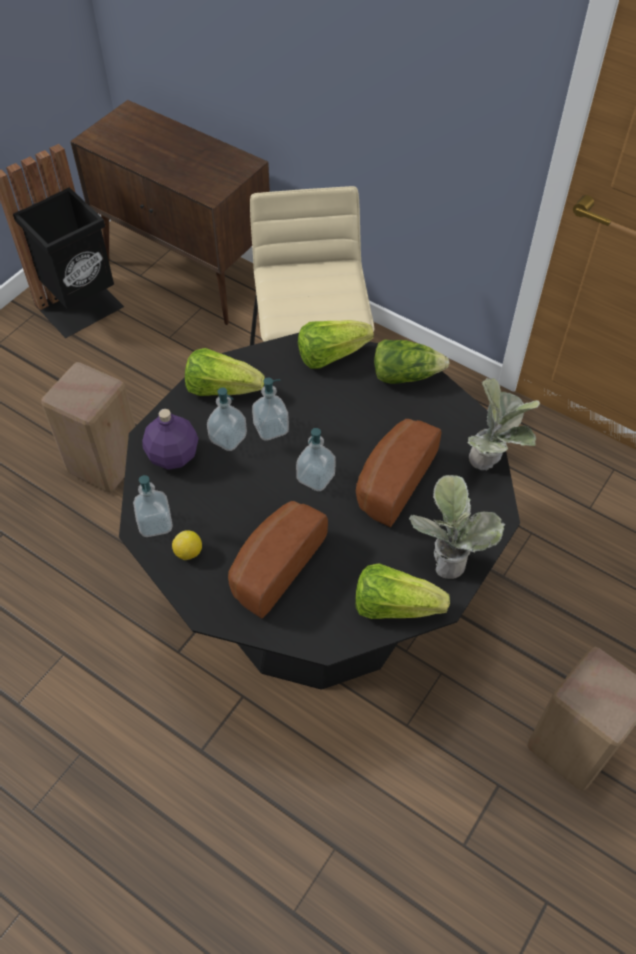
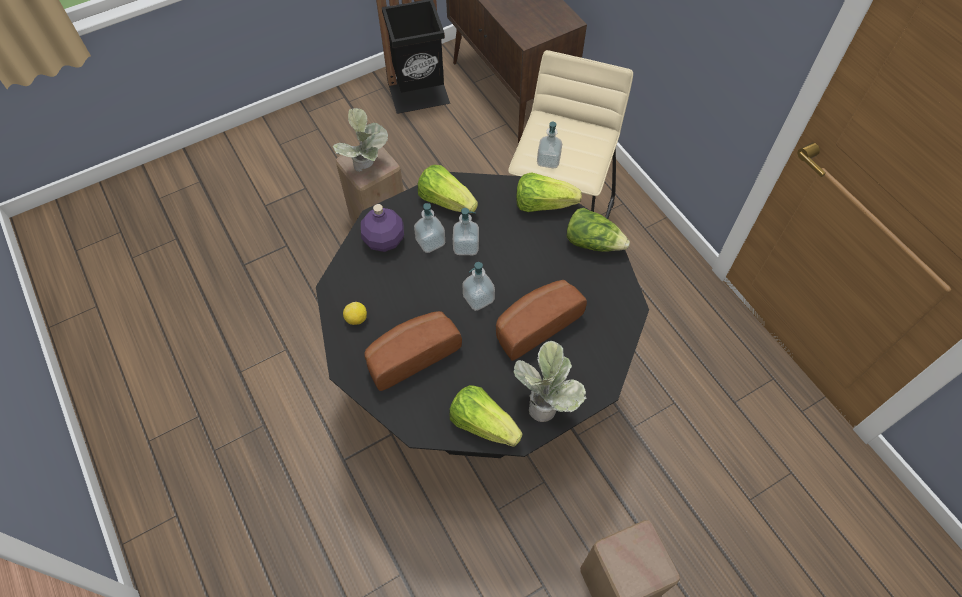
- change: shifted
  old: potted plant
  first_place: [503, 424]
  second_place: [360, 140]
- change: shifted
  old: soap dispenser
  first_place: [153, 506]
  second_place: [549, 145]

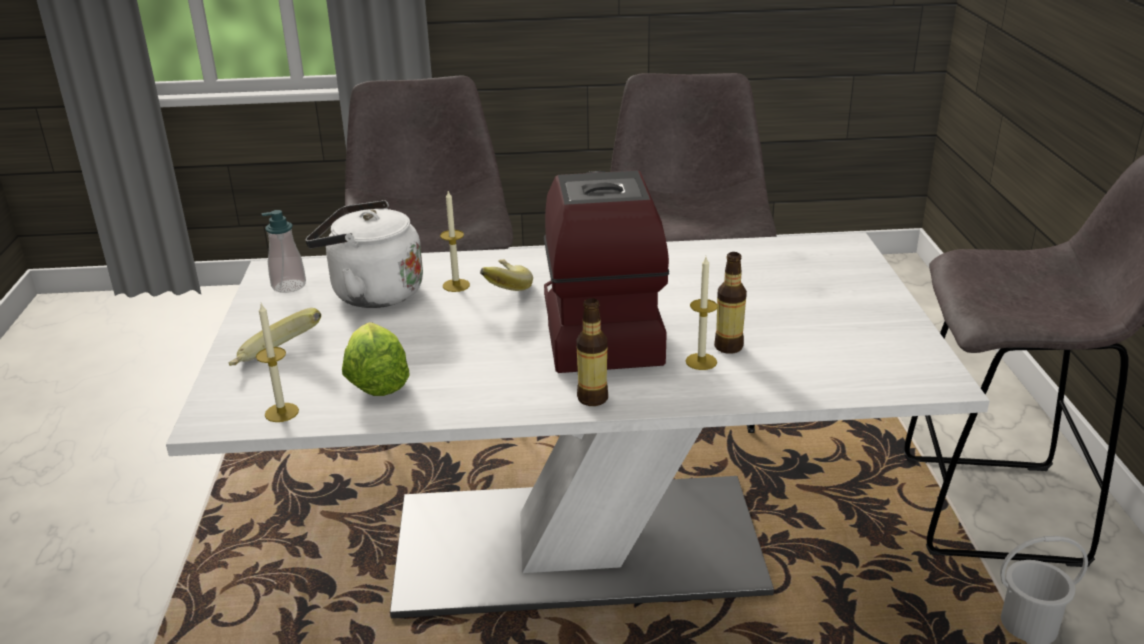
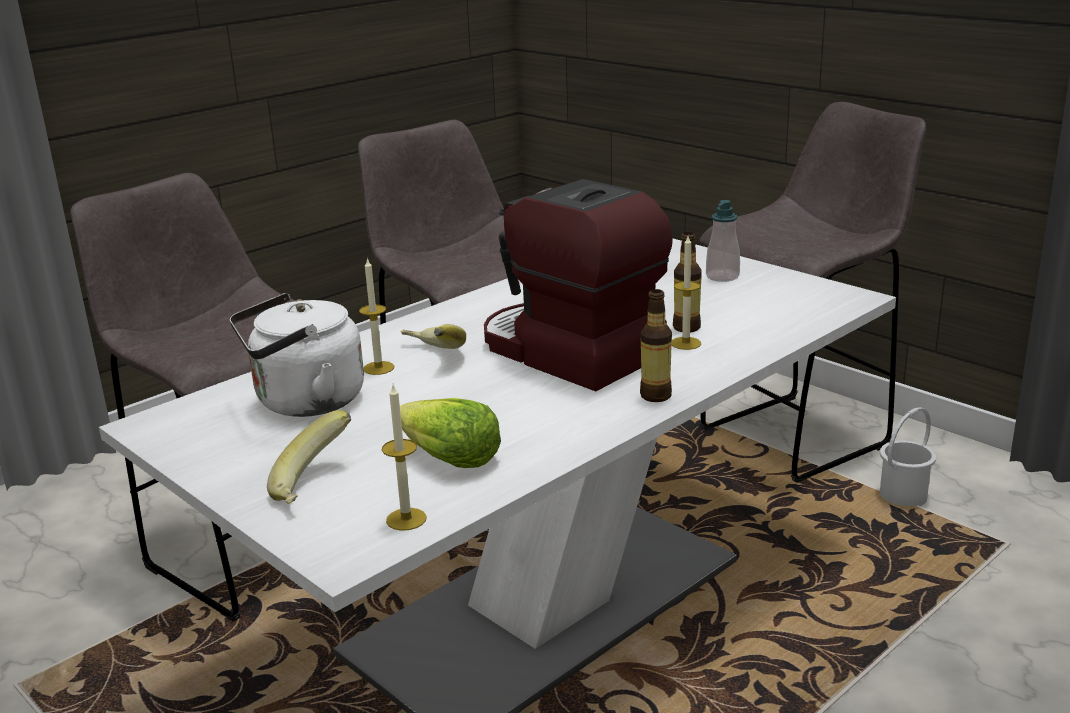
- change: shifted
  old: soap dispenser
  first_place: [284, 251]
  second_place: [723, 241]

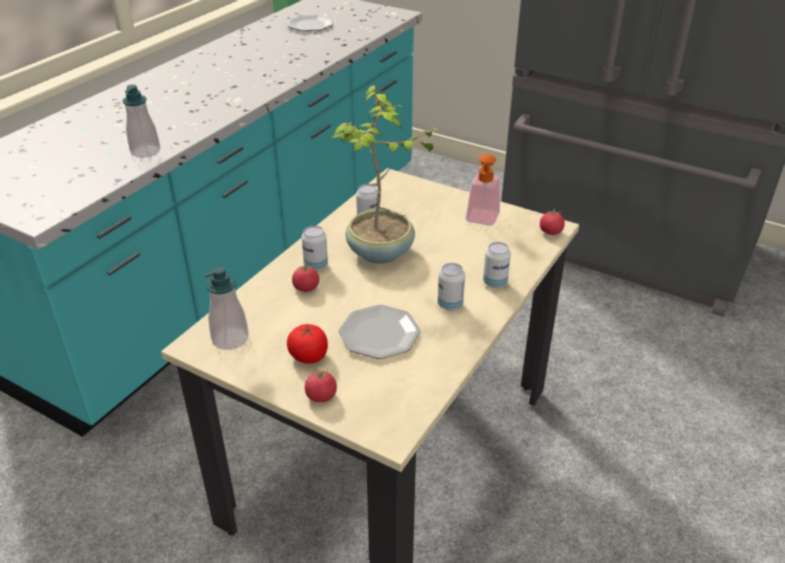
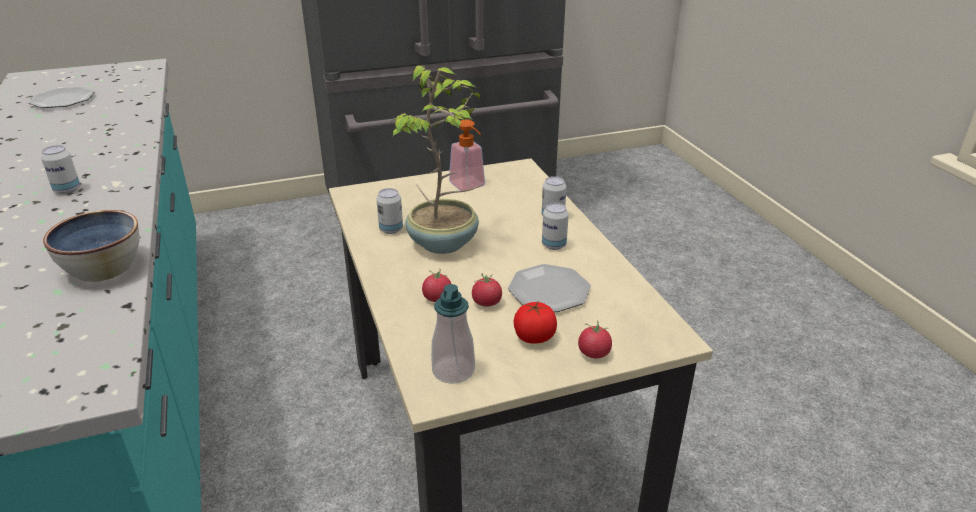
- change: shifted
  old: can
  first_place: [315, 248]
  second_place: [60, 169]
- change: swapped
  old: soap dispenser
  new: bowl
  first_place: [141, 121]
  second_place: [91, 246]
- change: shifted
  old: tomato
  first_place: [552, 221]
  second_place: [487, 290]

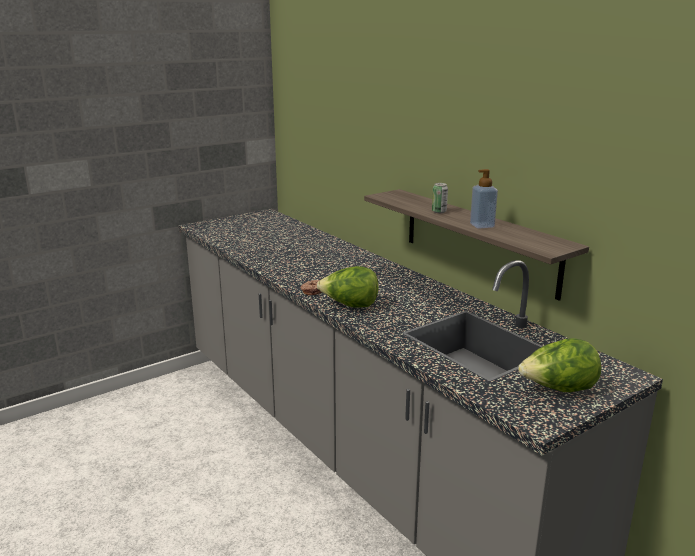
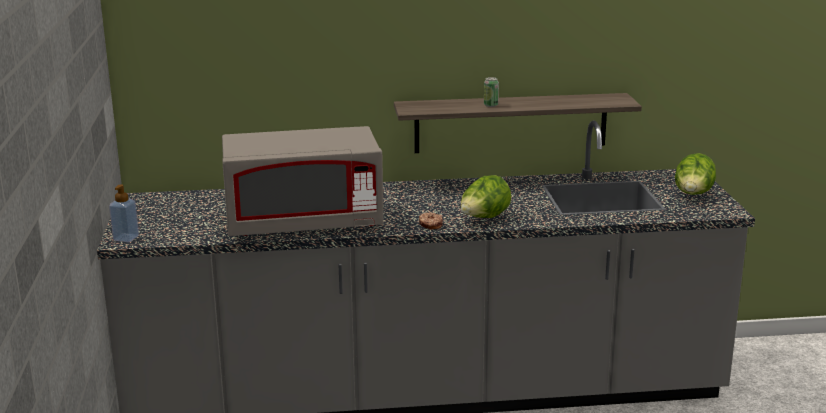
- change: shifted
  old: soap dispenser
  first_place: [484, 199]
  second_place: [124, 213]
- change: new
  new: microwave oven in gray
  second_place: [303, 181]

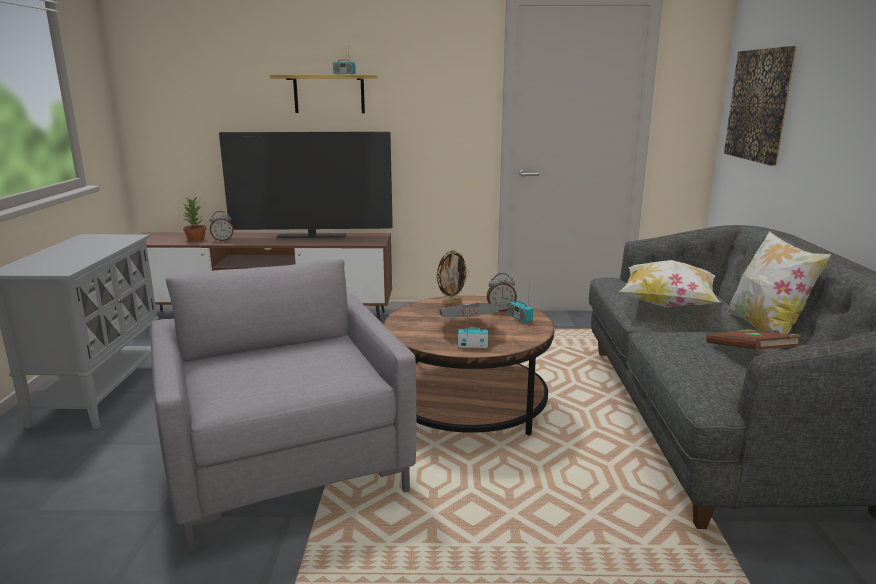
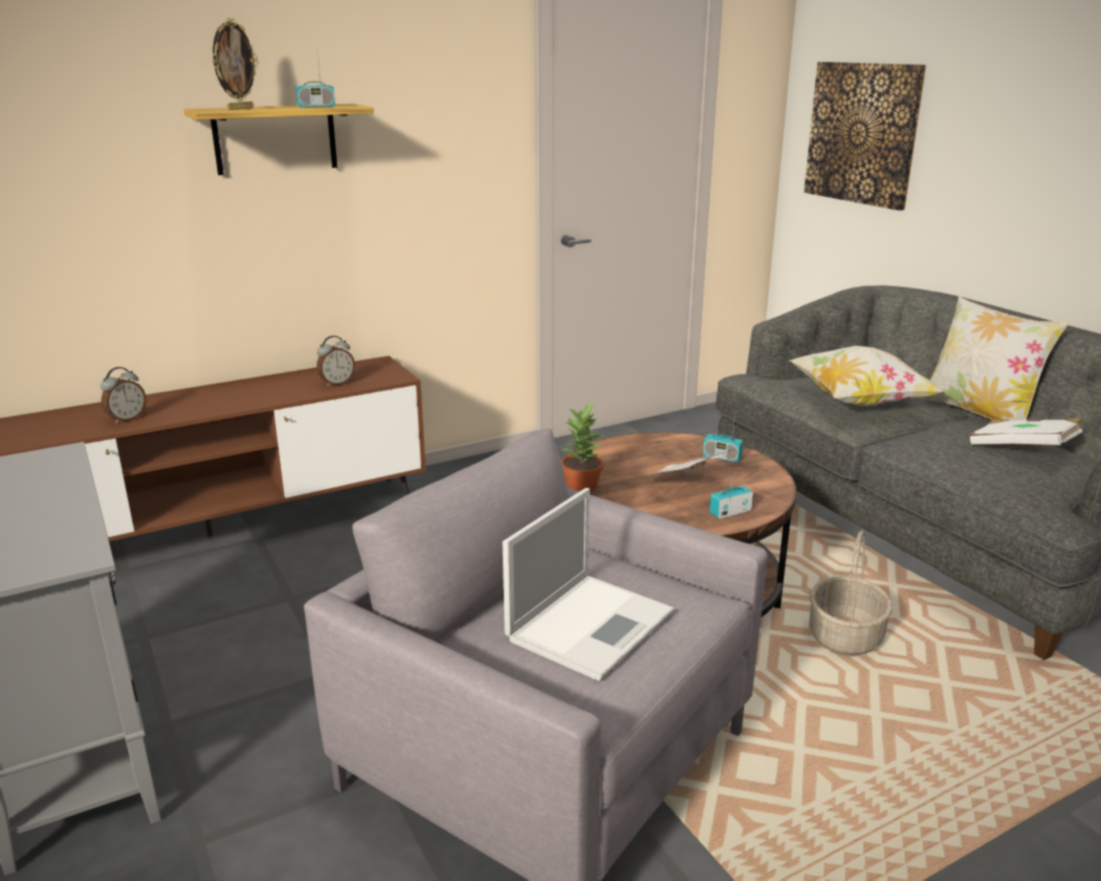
- change: shifted
  old: photo frame
  first_place: [452, 277]
  second_place: [235, 64]
- change: shifted
  old: bedside clock
  first_place: [502, 292]
  second_place: [336, 361]
- change: new
  new: notebook computer
  second_place: [588, 584]
- change: shifted
  old: potted plant
  first_place: [194, 219]
  second_place: [582, 446]
- change: new
  new: household basket
  second_place: [851, 593]
- change: repainted
  old: book in brown-coloured
  new: book in white-coloured
  first_place: [753, 339]
  second_place: [1026, 430]
- change: gone
  old: TV set
  first_place: [306, 185]

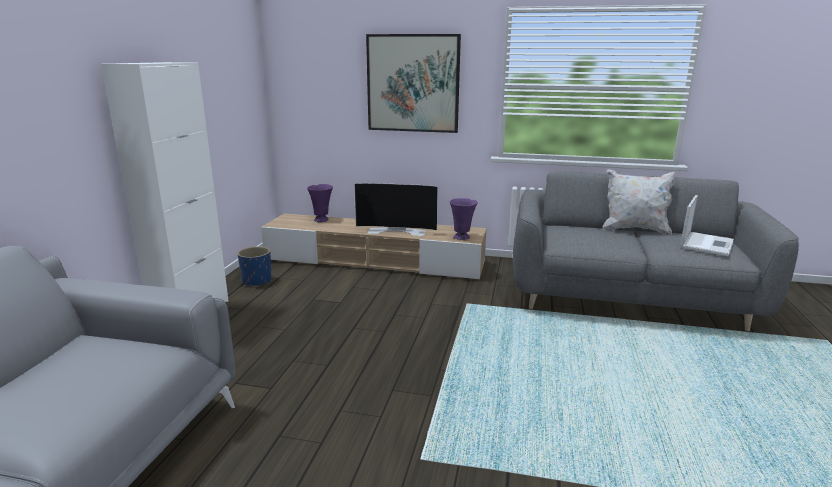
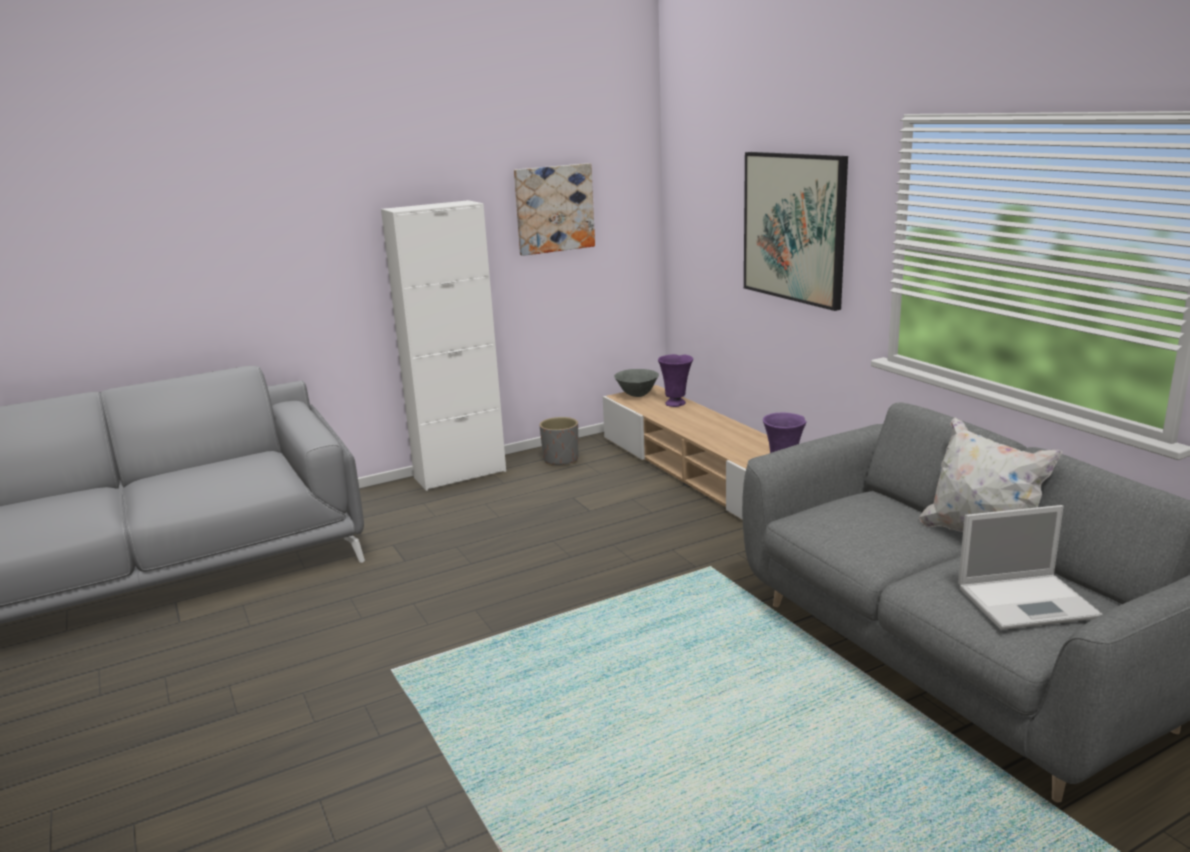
- change: new
  new: wall picture
  second_place: [554, 209]
- change: repainted
  old: plant pot in blue
  new: plant pot in gray
  first_place: [255, 266]
  second_place: [558, 441]
- change: new
  new: bowl in gray
  second_place: [636, 383]
- change: gone
  old: TV set
  first_place: [396, 209]

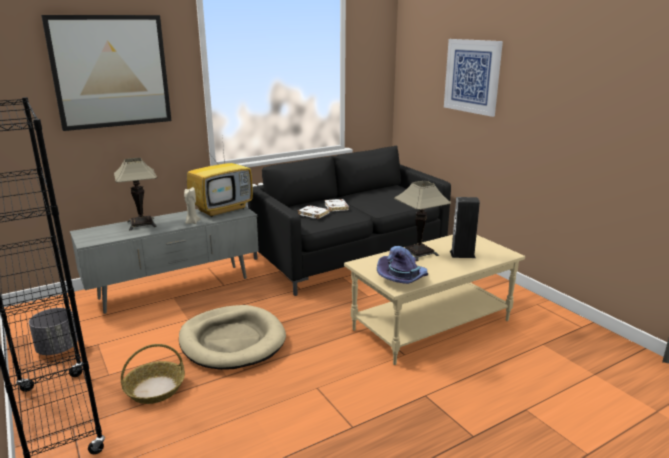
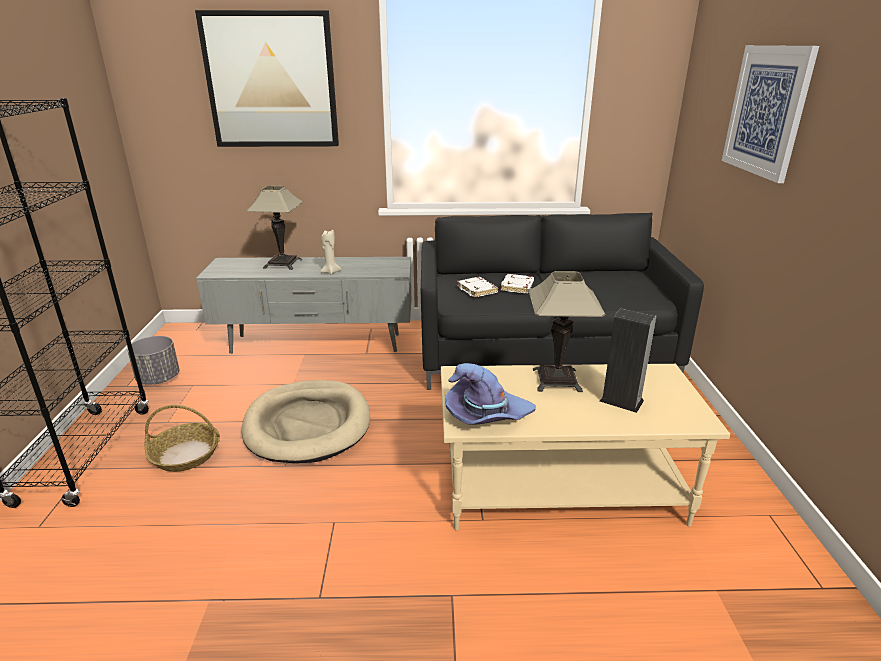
- change: gone
  old: TV set
  first_place: [220, 176]

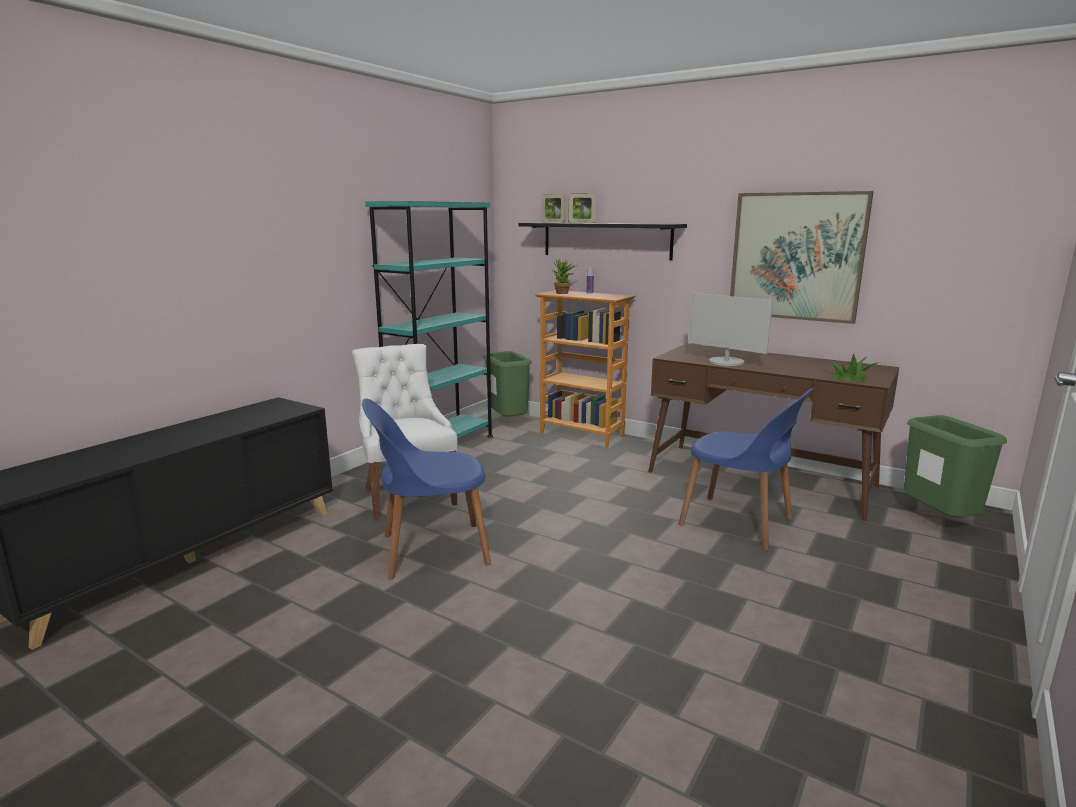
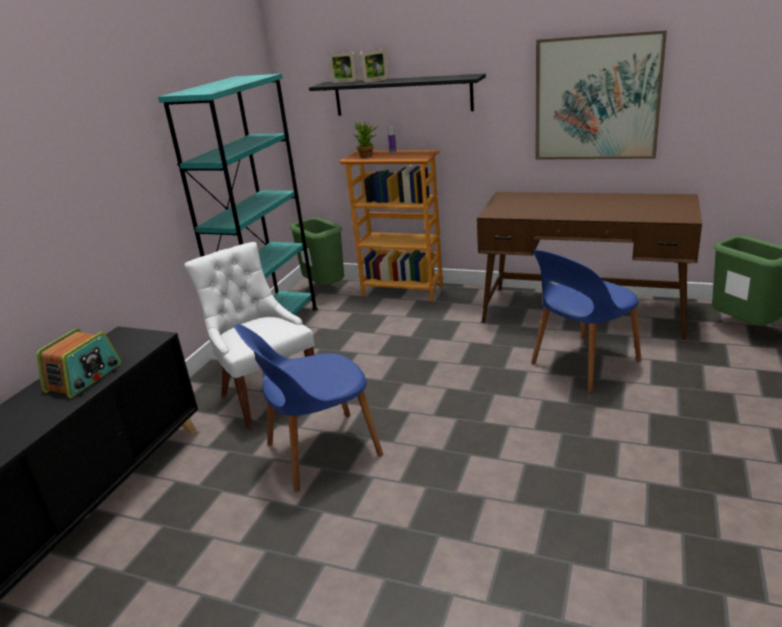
- change: new
  new: radio
  second_place: [78, 363]
- change: rotated
  old: plain chair in blue
  first_place: [746, 469]
  second_place: [586, 321]
  degrees: 120
- change: gone
  old: computer display
  first_place: [730, 329]
- change: gone
  old: potted plant
  first_place: [855, 368]

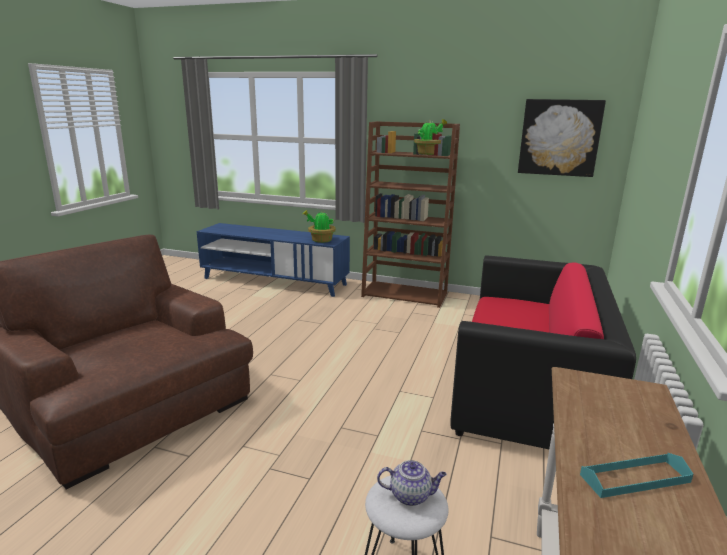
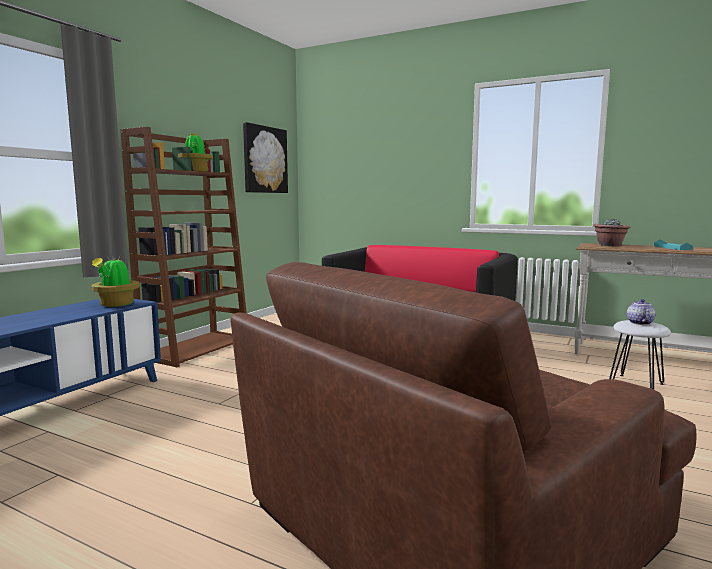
- change: new
  new: potted plant
  second_place: [612, 232]

